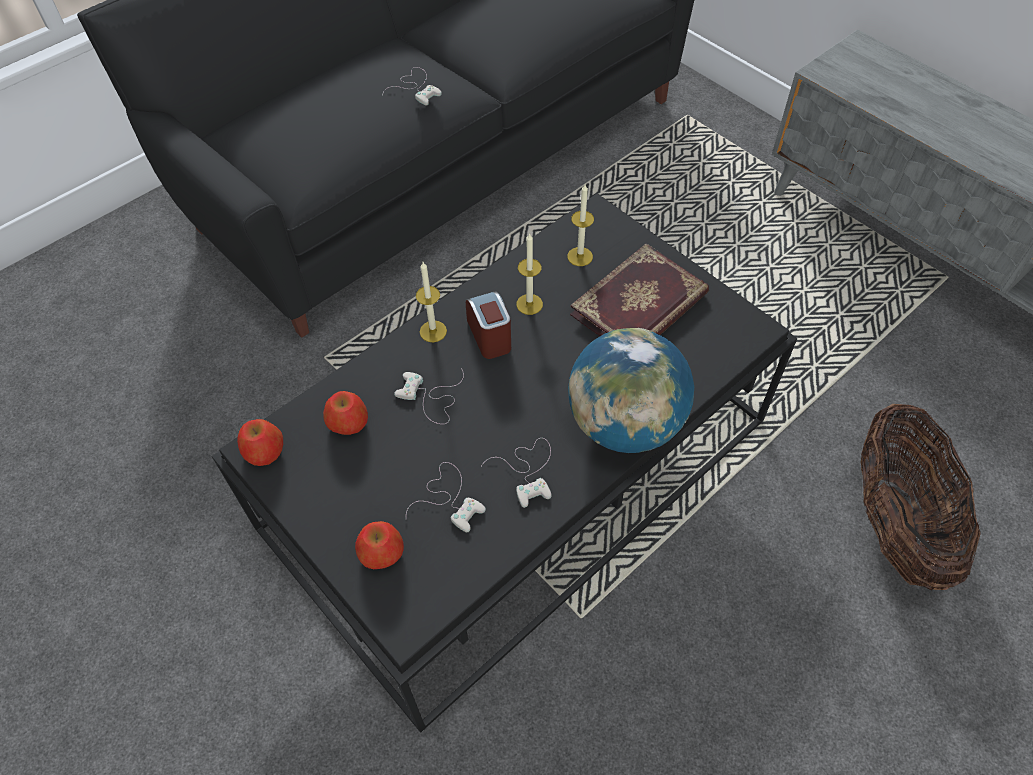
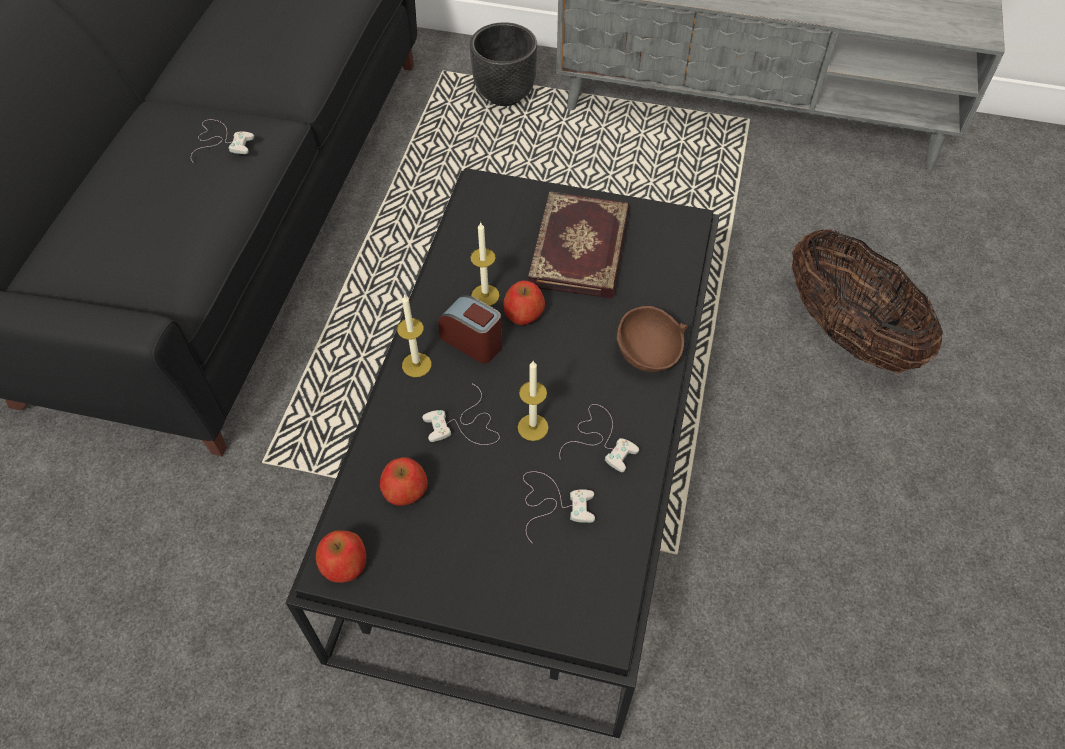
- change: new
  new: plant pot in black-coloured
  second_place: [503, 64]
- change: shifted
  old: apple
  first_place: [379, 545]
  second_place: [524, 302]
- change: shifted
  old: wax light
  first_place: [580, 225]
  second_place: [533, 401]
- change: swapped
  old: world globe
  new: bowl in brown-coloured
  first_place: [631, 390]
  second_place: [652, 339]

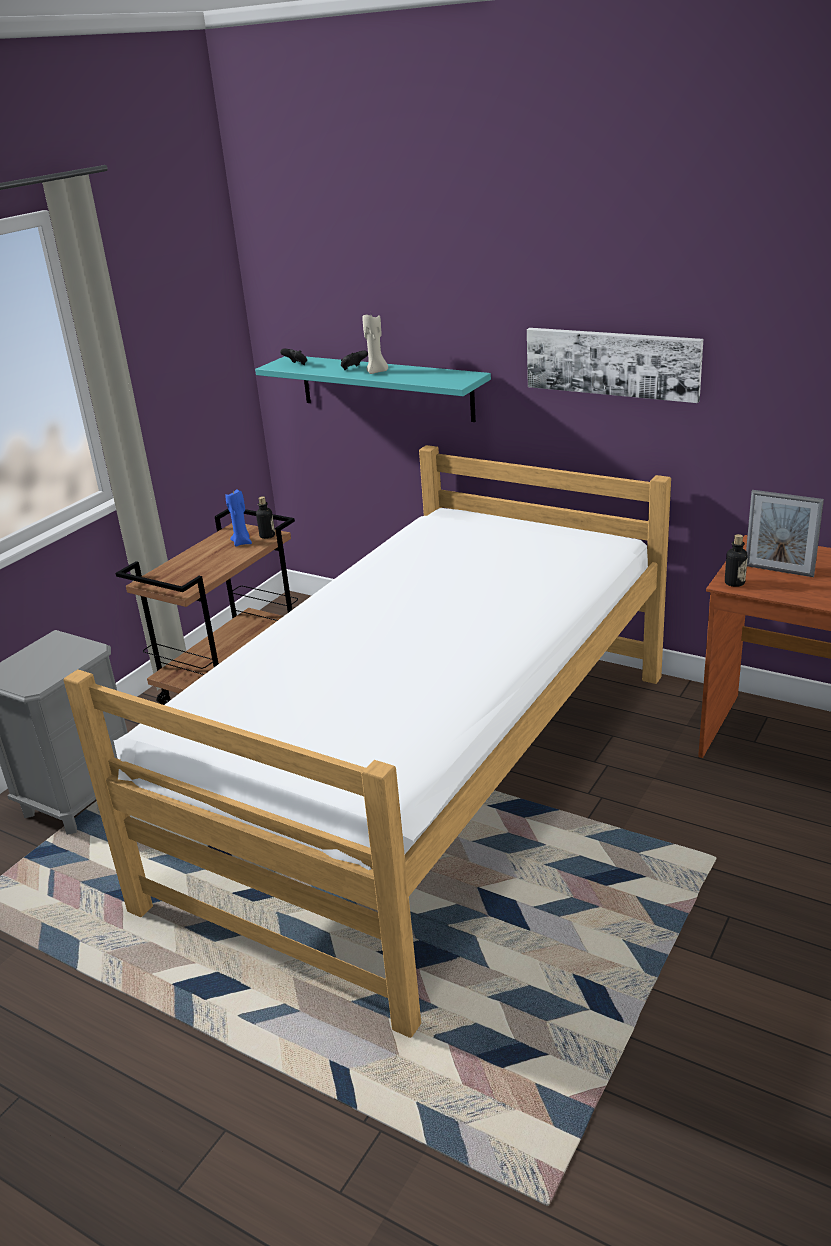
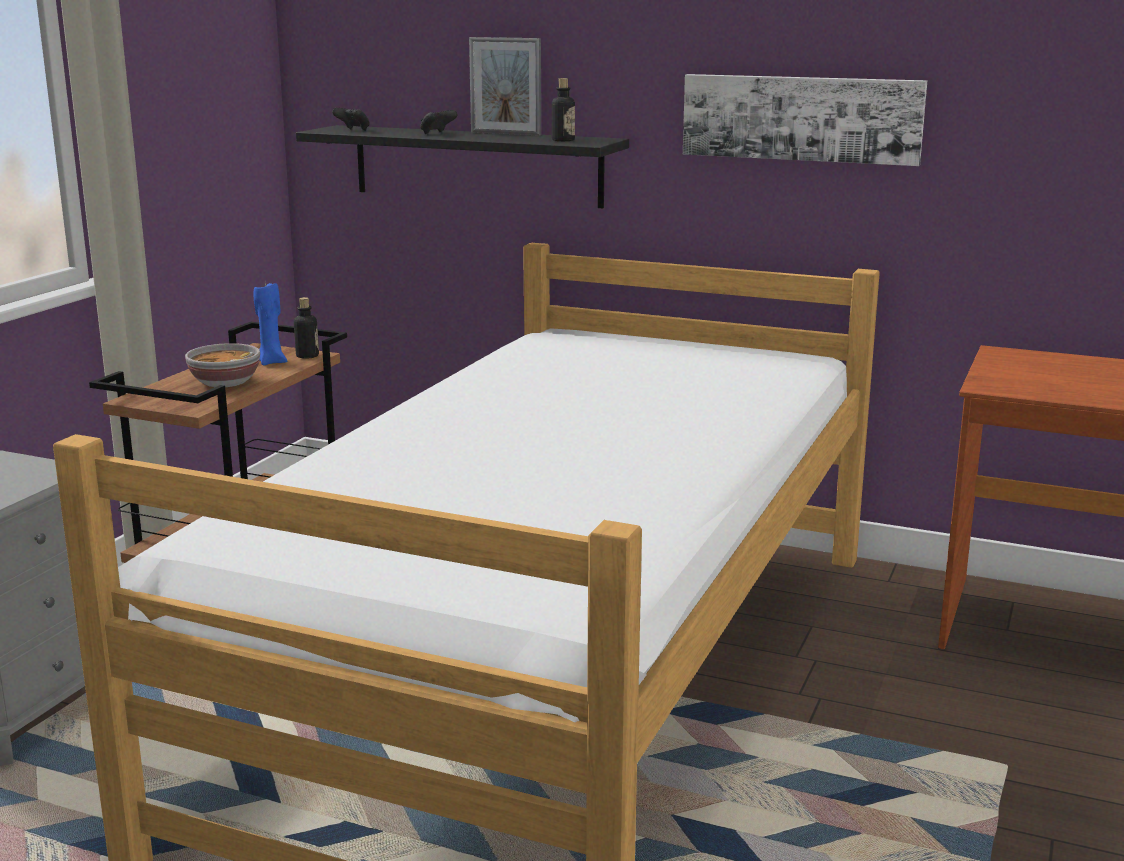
- change: new
  new: bowl
  second_place: [222, 365]
- change: repainted
  old: bracket shelf in turquoise-coloured
  new: bracket shelf in black-coloured
  first_place: [373, 389]
  second_place: [462, 166]
- change: shifted
  old: photo frame
  first_place: [785, 533]
  second_place: [505, 86]
- change: shifted
  old: beverage bottle
  first_place: [736, 560]
  second_place: [563, 109]
- change: gone
  old: wax light in beige-coloured
  first_place: [375, 344]

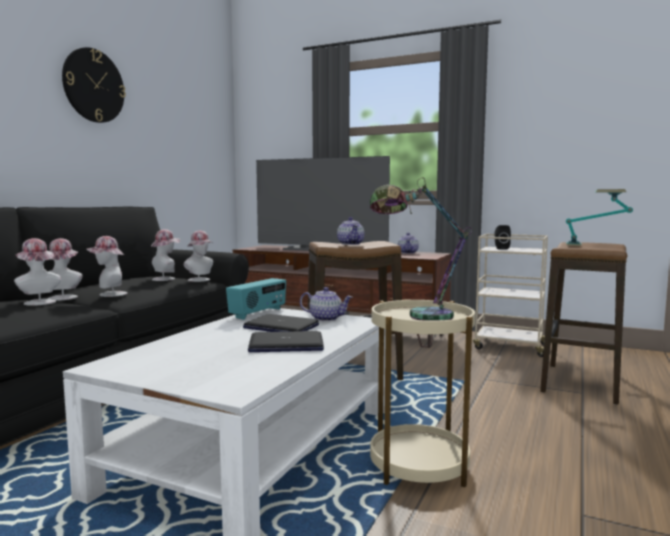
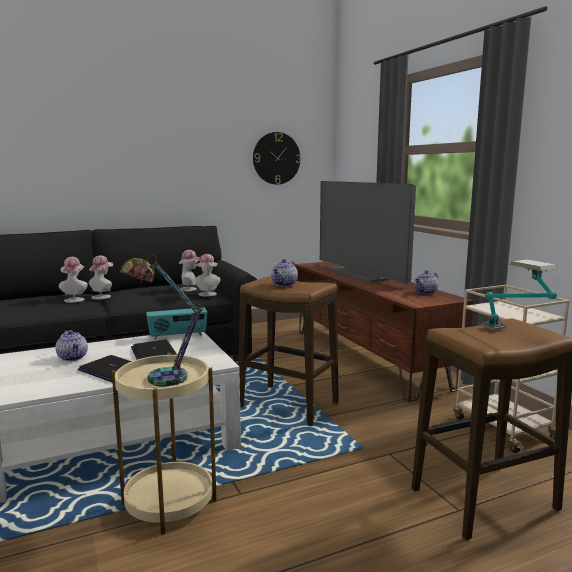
- change: shifted
  old: pot for tea
  first_place: [326, 304]
  second_place: [72, 345]
- change: shifted
  old: hanging clock
  first_place: [94, 85]
  second_place: [277, 158]
- change: gone
  old: hat
  first_place: [107, 266]
- change: gone
  old: speaker in black-coloured
  first_place: [502, 237]

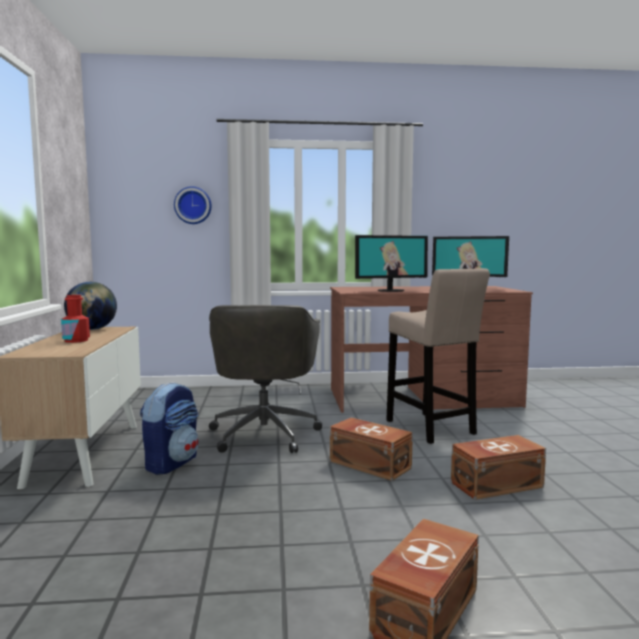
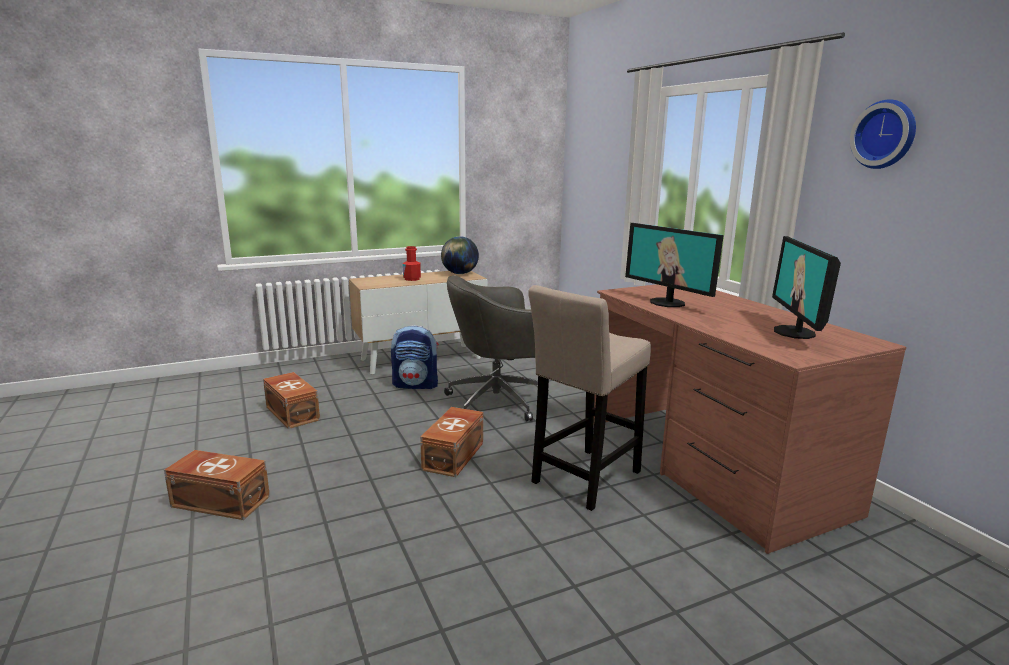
- change: shifted
  old: storage container in brown-coloured
  first_place: [498, 467]
  second_place: [291, 400]
- change: shifted
  old: hanging clock
  first_place: [192, 205]
  second_place: [883, 134]

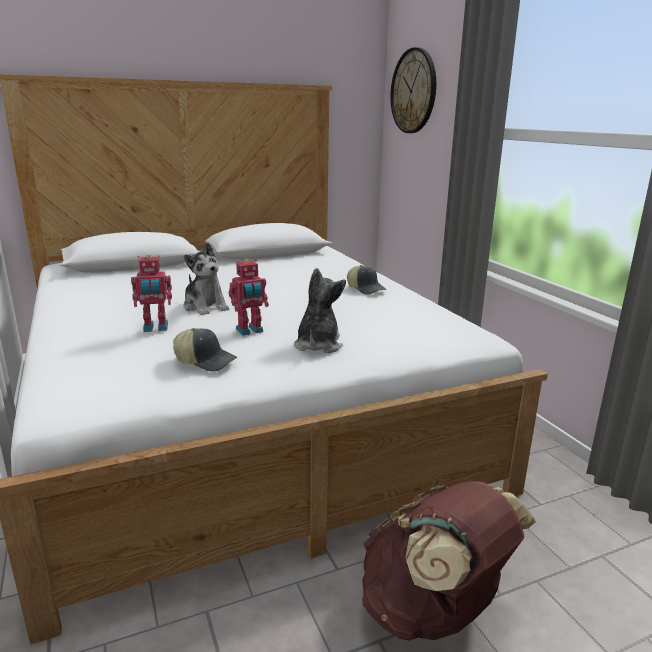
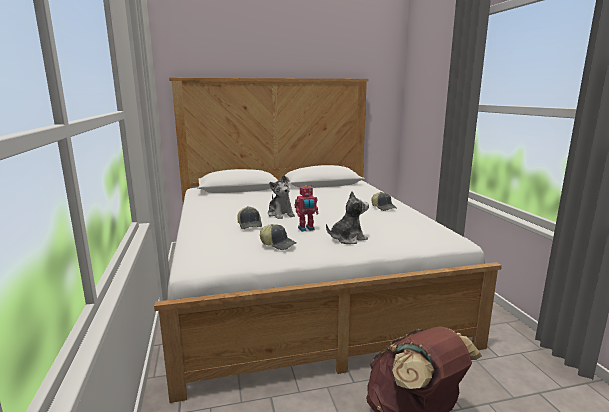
- change: swapped
  old: toy robot
  new: cap
  first_place: [151, 293]
  second_place: [249, 217]
- change: rotated
  old: plush toy
  first_place: [320, 310]
  second_place: [347, 217]
  degrees: 45
- change: gone
  old: hanging clock
  first_place: [413, 90]

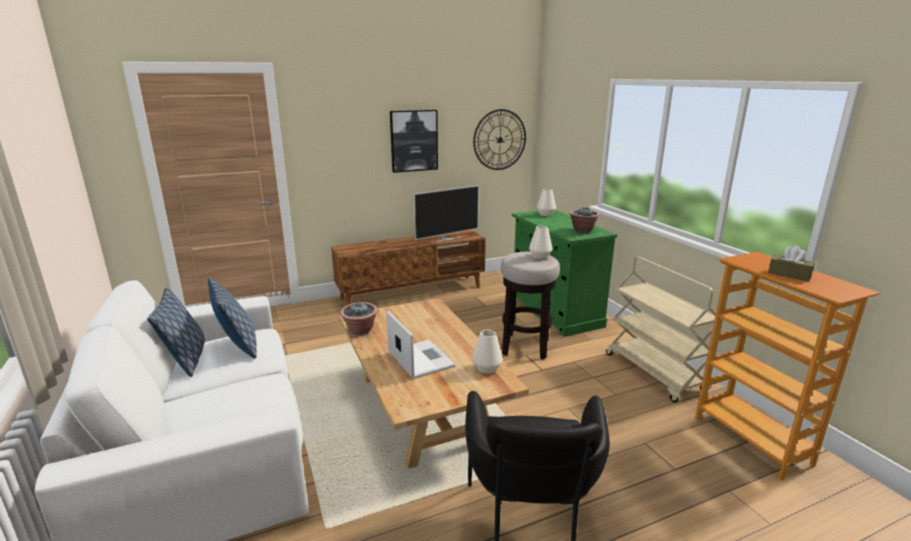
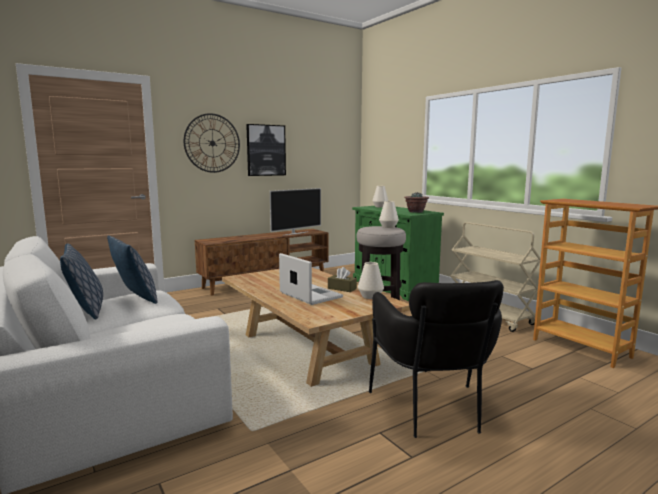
- change: shifted
  old: hanging clock
  first_place: [499, 139]
  second_place: [212, 143]
- change: shifted
  old: tissue box in brown-coloured
  first_place: [791, 263]
  second_place: [342, 279]
- change: gone
  old: potted plant
  first_place: [359, 318]

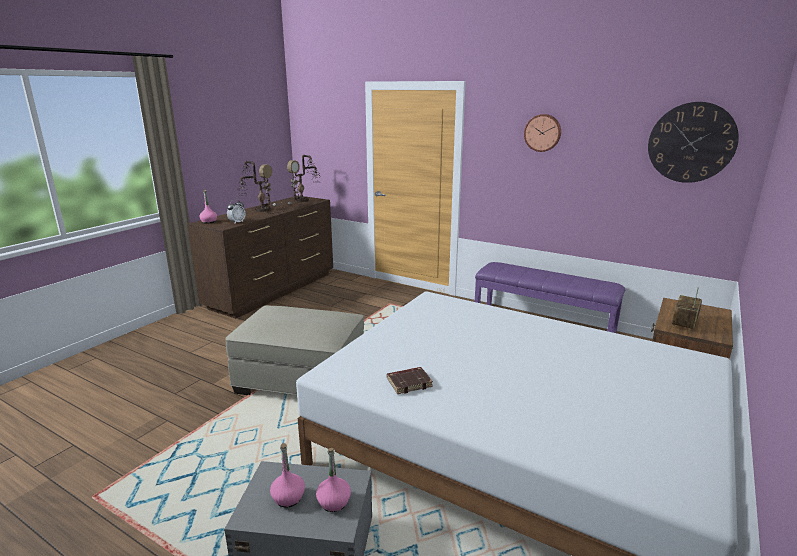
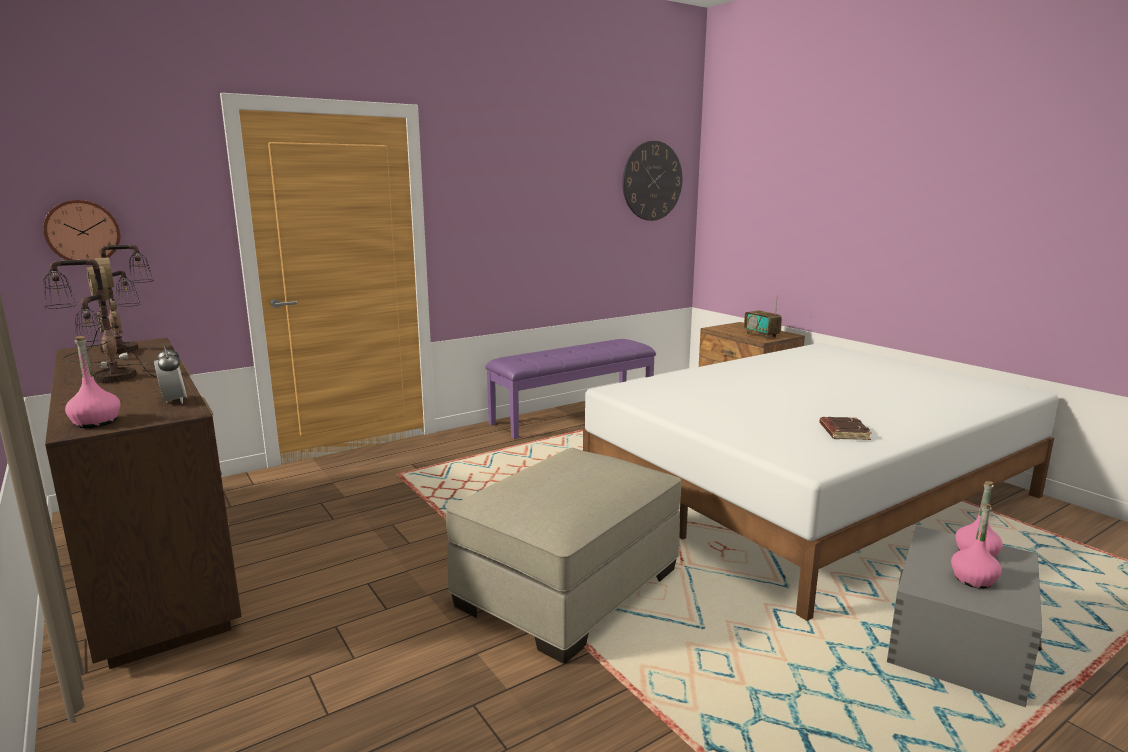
- change: shifted
  old: hanging clock
  first_place: [542, 133]
  second_place: [82, 230]

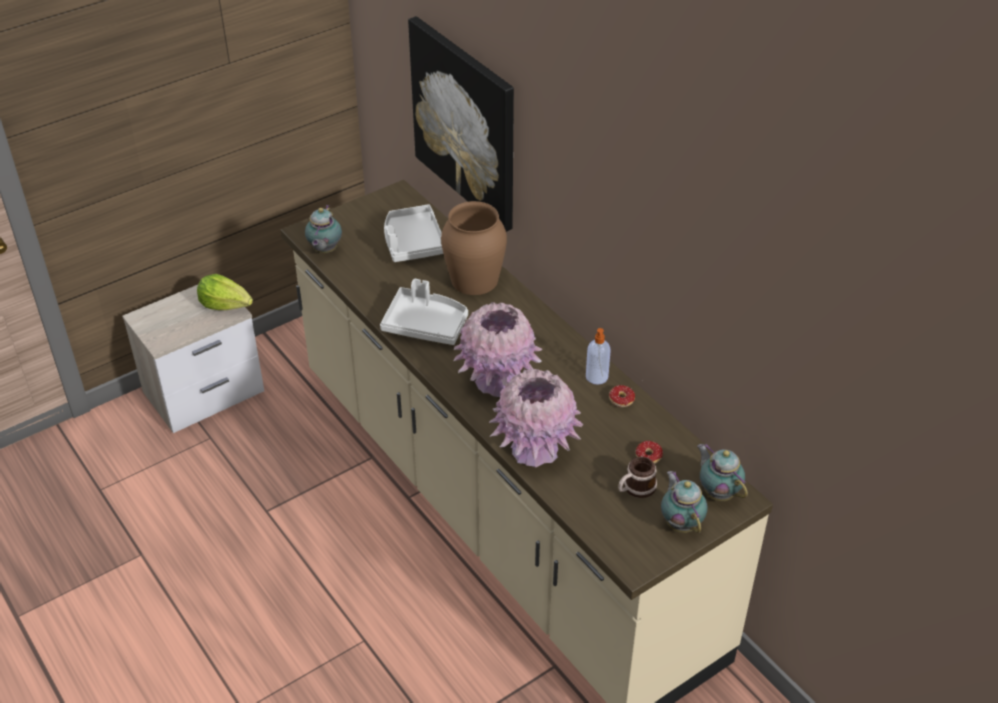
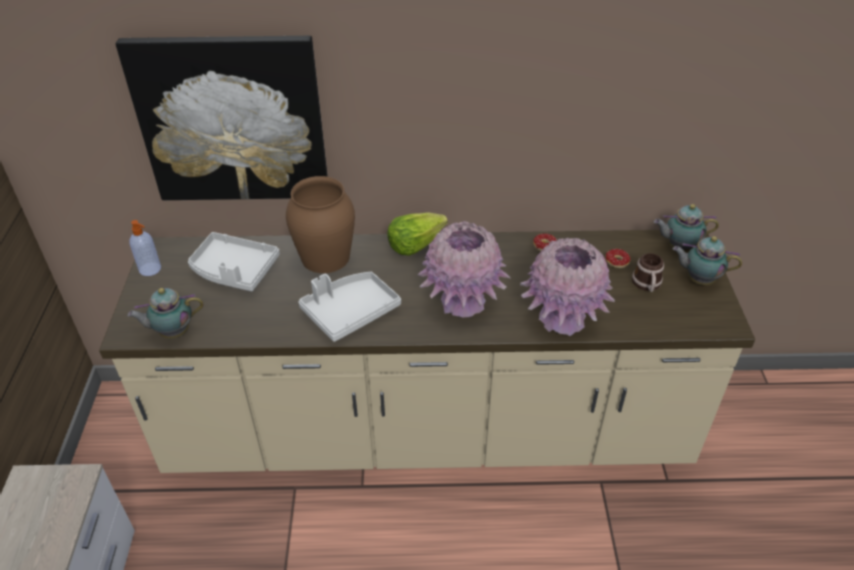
- change: rotated
  old: pot for tea
  first_place: [323, 229]
  second_place: [165, 313]
  degrees: 120
- change: shifted
  old: soap dispenser
  first_place: [598, 356]
  second_place: [145, 248]
- change: shifted
  old: lettuce head
  first_place: [225, 292]
  second_place: [417, 234]

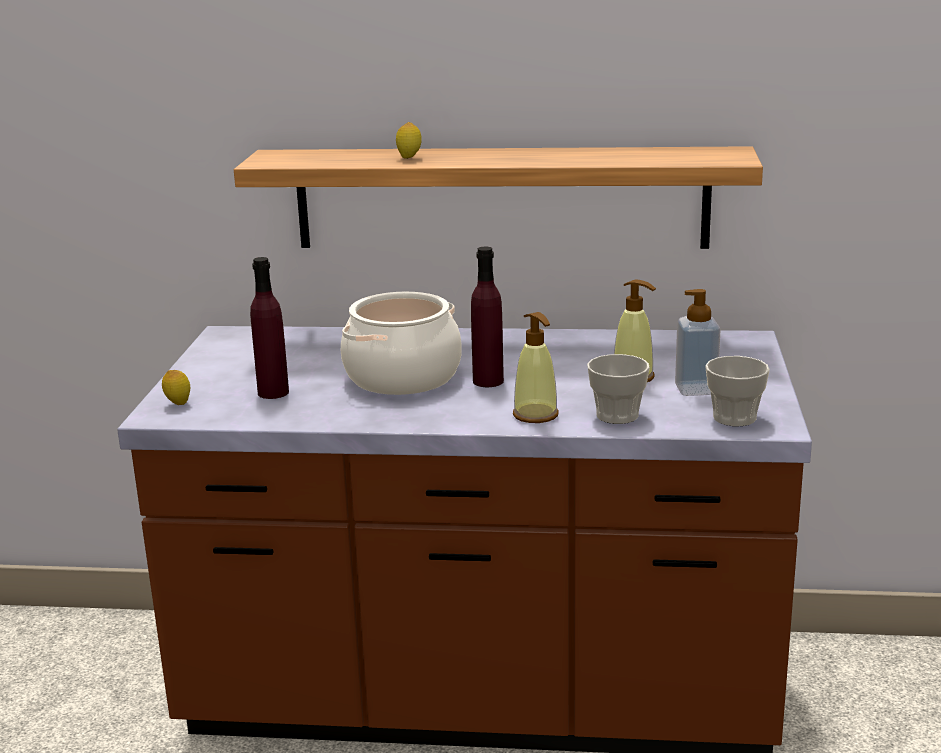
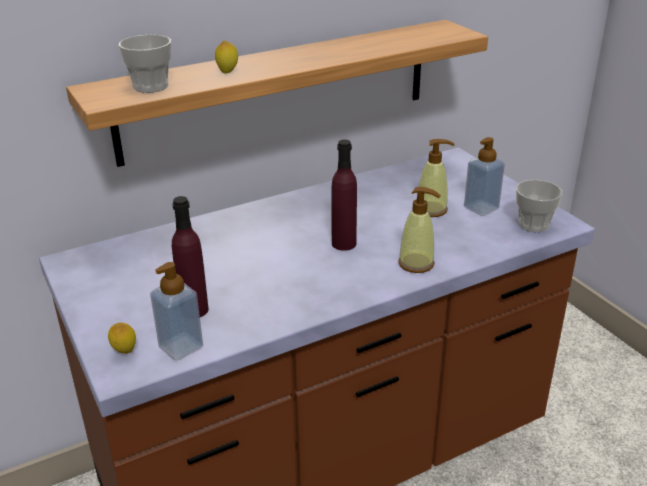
- change: shifted
  old: small cup
  first_place: [618, 389]
  second_place: [144, 64]
- change: new
  new: soap dispenser
  second_place: [176, 311]
- change: gone
  old: stockpot
  first_place: [401, 343]

